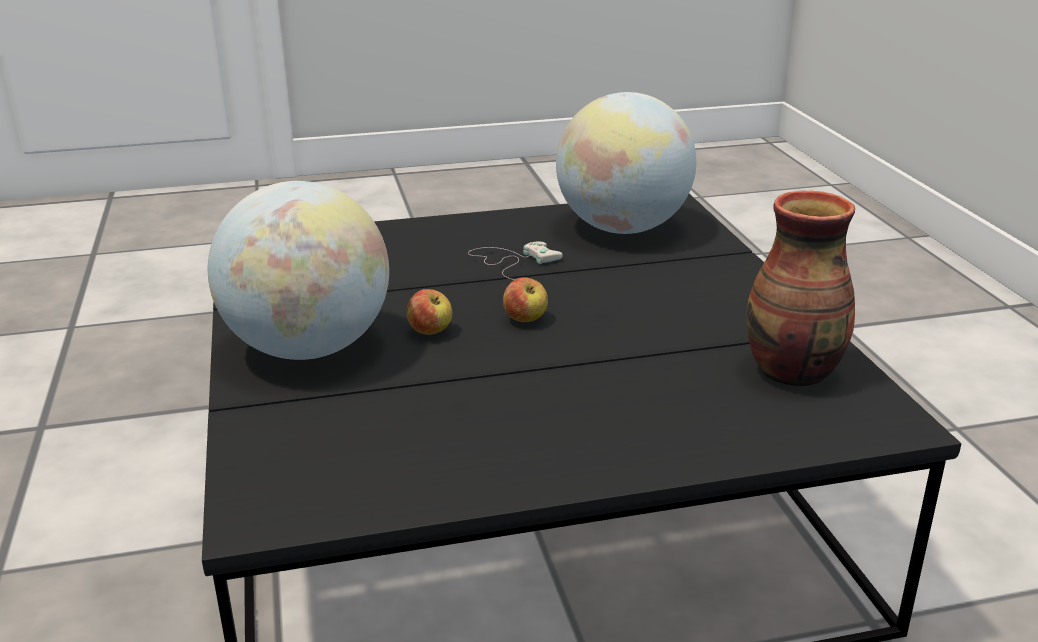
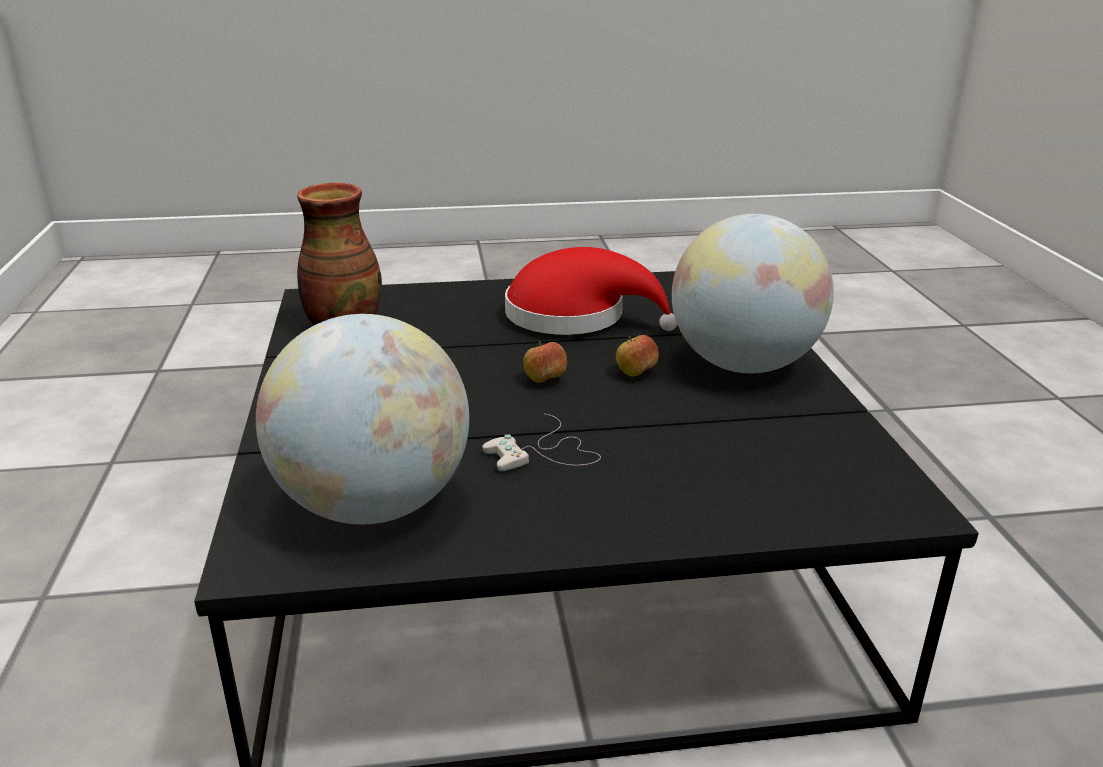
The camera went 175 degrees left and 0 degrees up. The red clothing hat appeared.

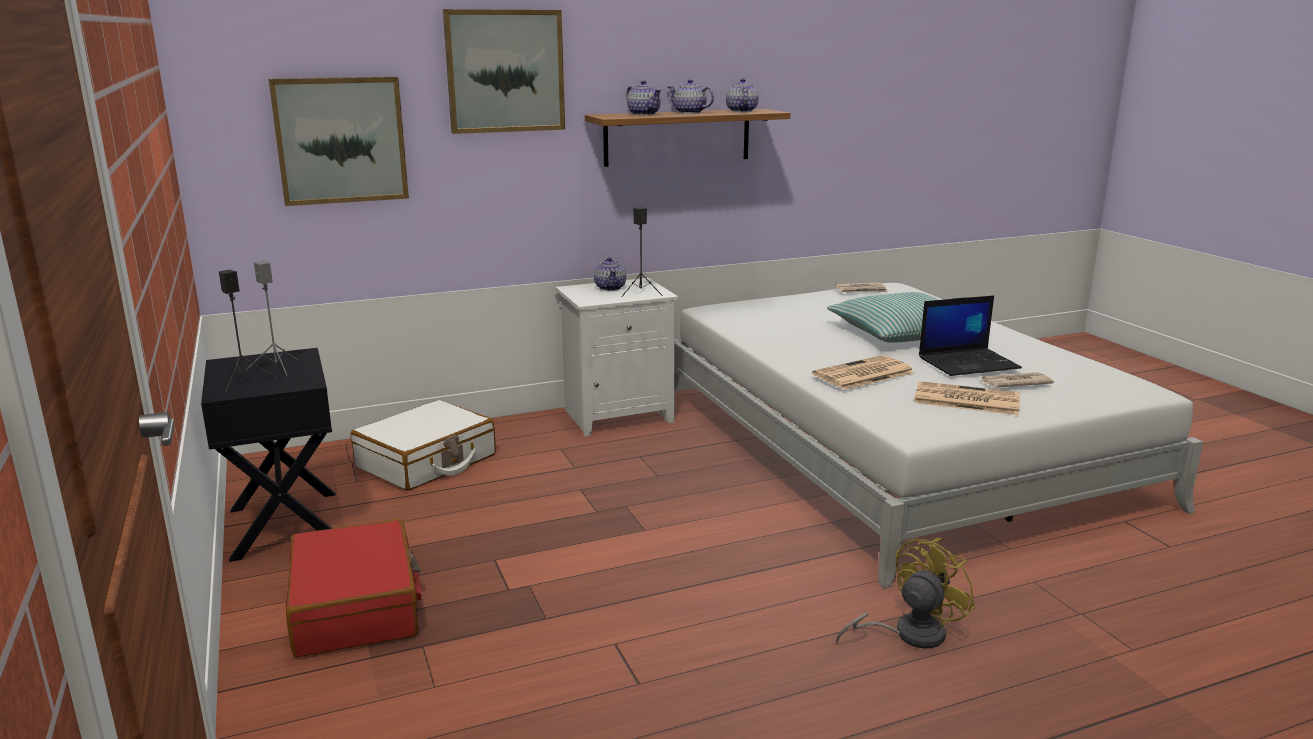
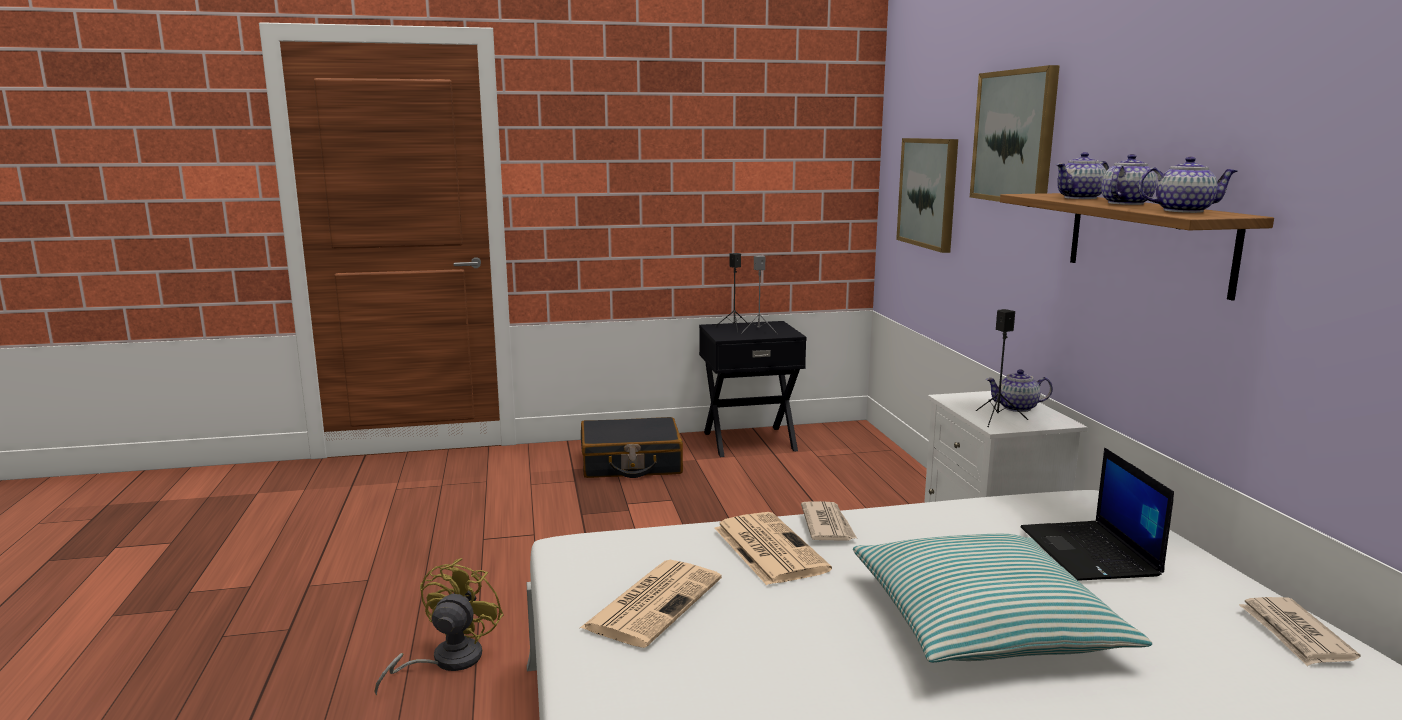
The camera went 100 degrees right and 5 degrees down. The white-coloured piece of luggage disappeared. The laptop moved. The newspaper (no. 4 from left in the first image) moved. The red piece of luggage became the black piece of luggage. The yellowish electric fan turned 135 degrees counterclockwise.

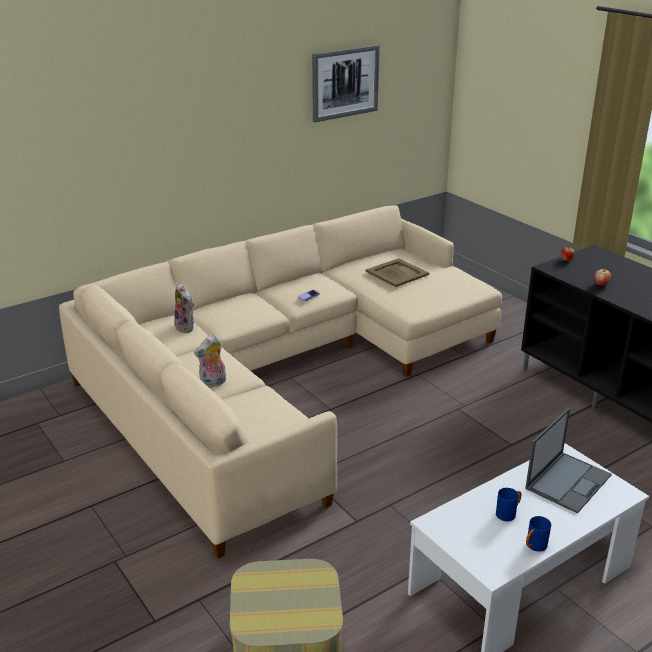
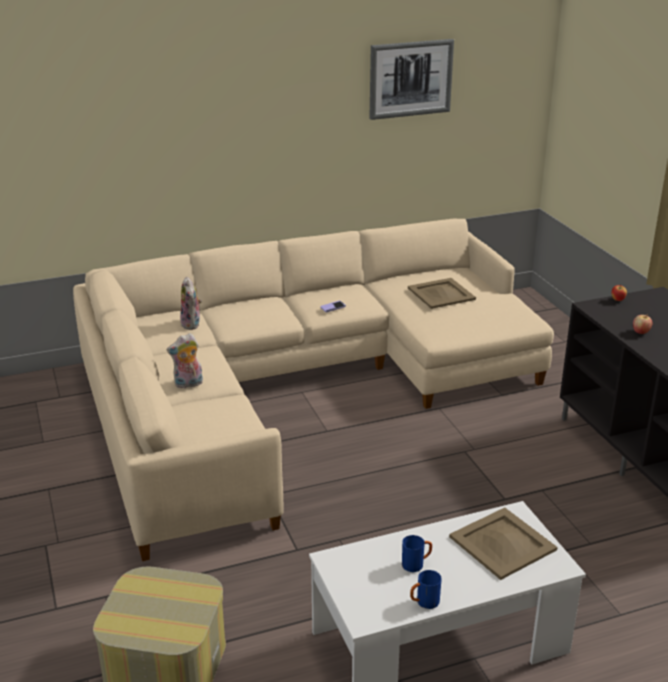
The camera went 15 degrees right and 0 degrees up. The laptop was replaced by the beige-coloured carrying tray (no. 2 from left).

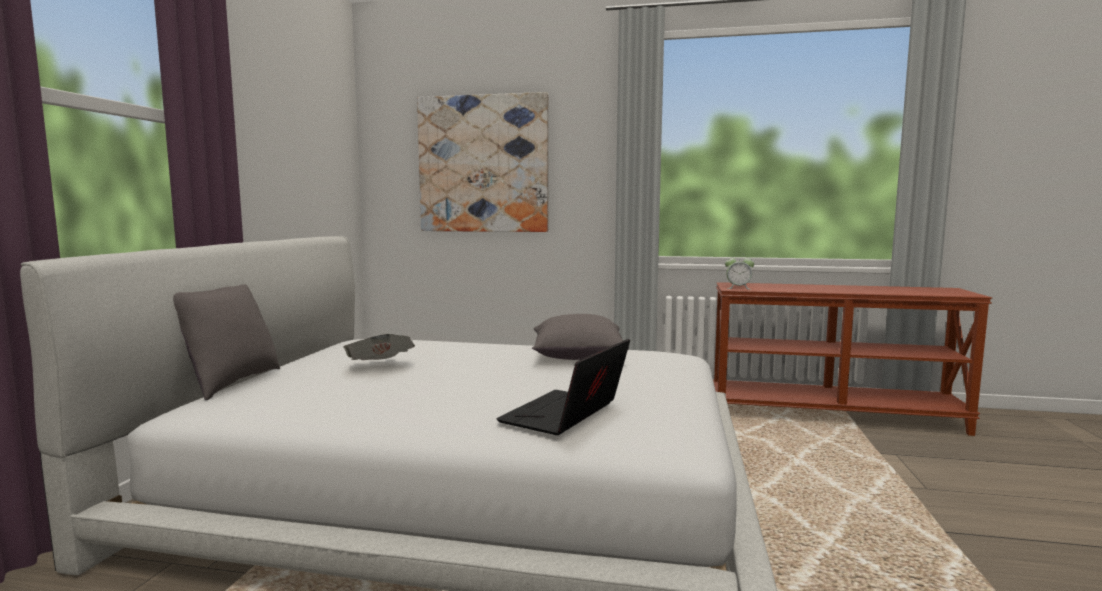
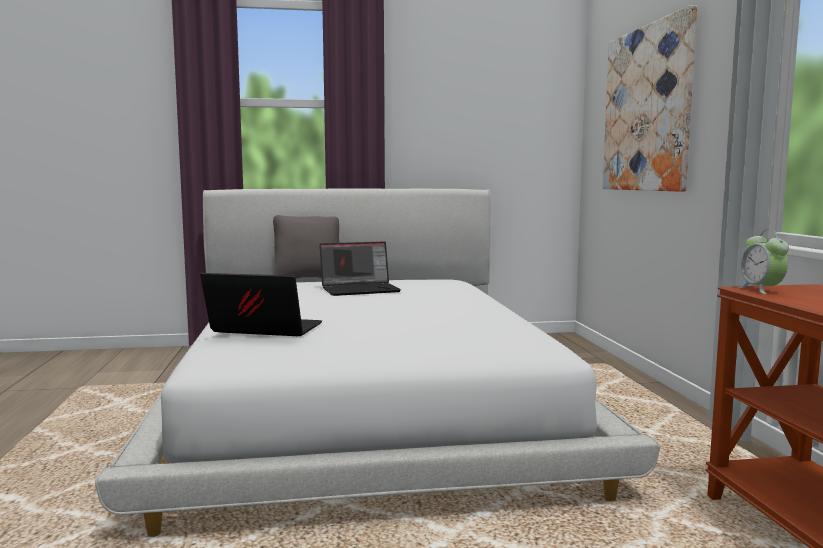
The camera went 70 degrees right and 0 degrees up. The gray cushion (no. 2 from left) disappeared. The newspaper was replaced by the laptop (no. 2 from left).

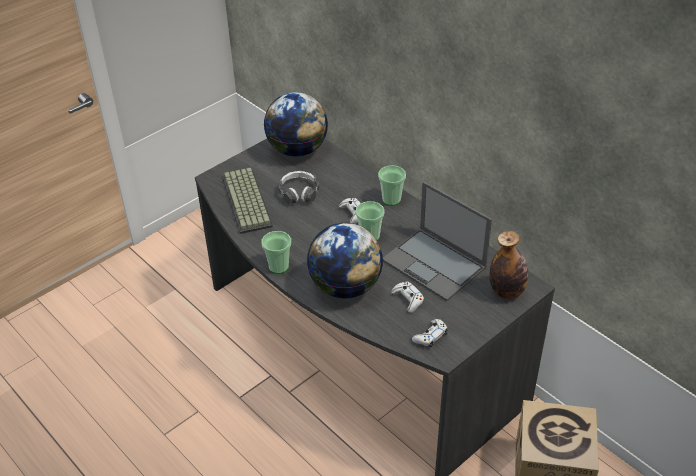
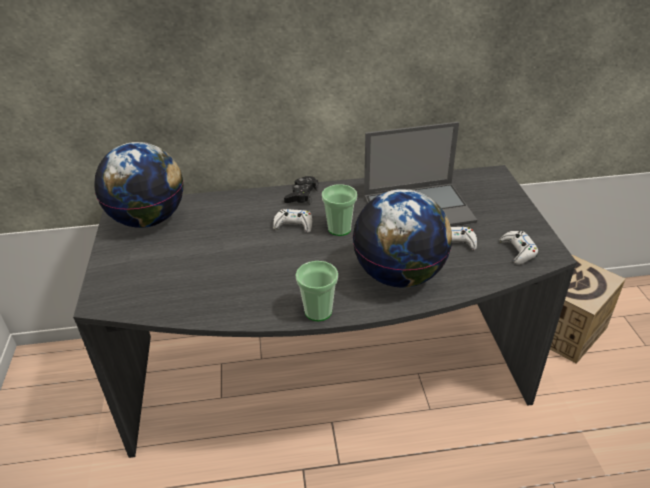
The camera went 55 degrees left and 5 degrees down. The keyboard disappeared. The headphones disappeared. The beverage bottle disappeared. The small cup (no. 3 from left) was replaced by the black joypad.

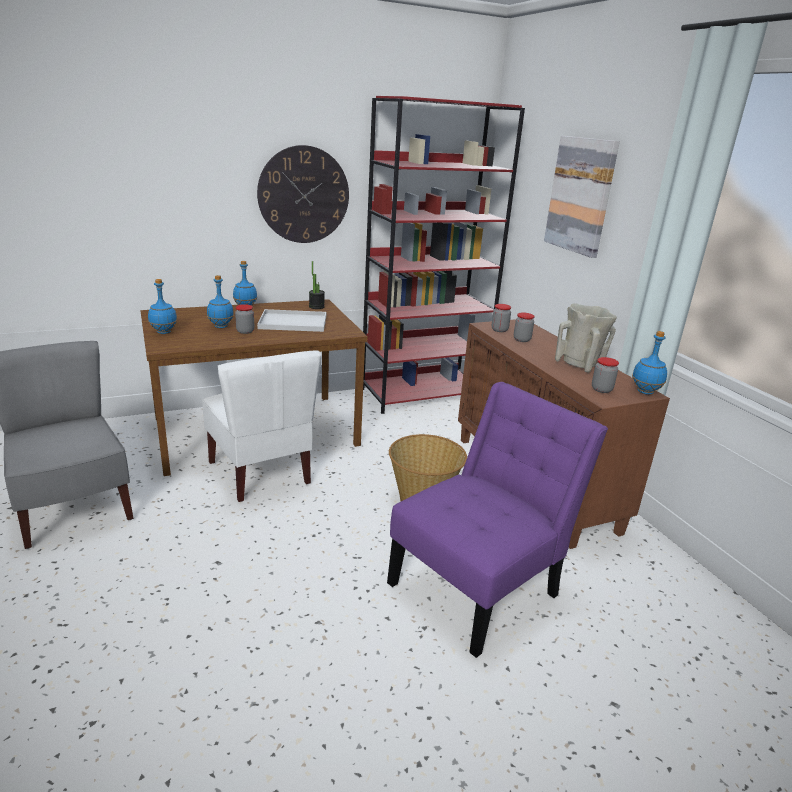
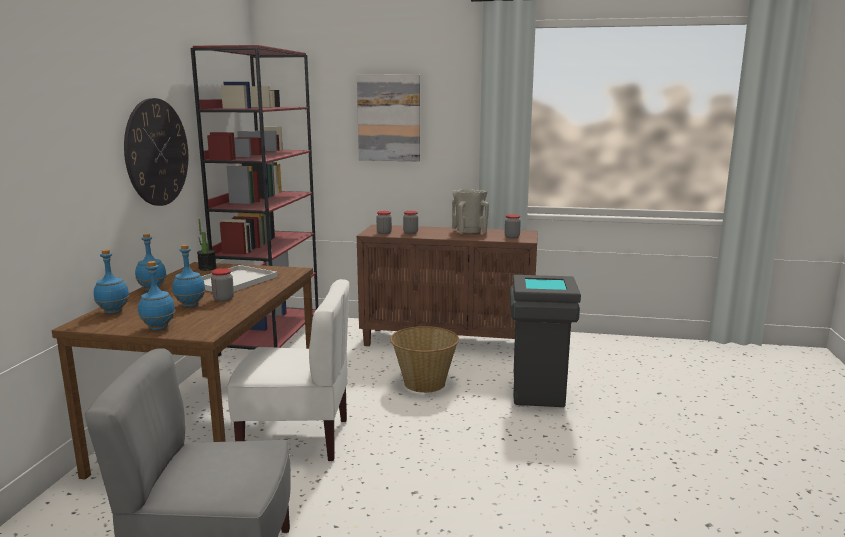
The camera went 55 degrees left and 10 degrees down. The blue-coloured beverage bottle (no. 4 from left in the first image) moved. The purple-coloured chair was replaced by the gray waste bin.

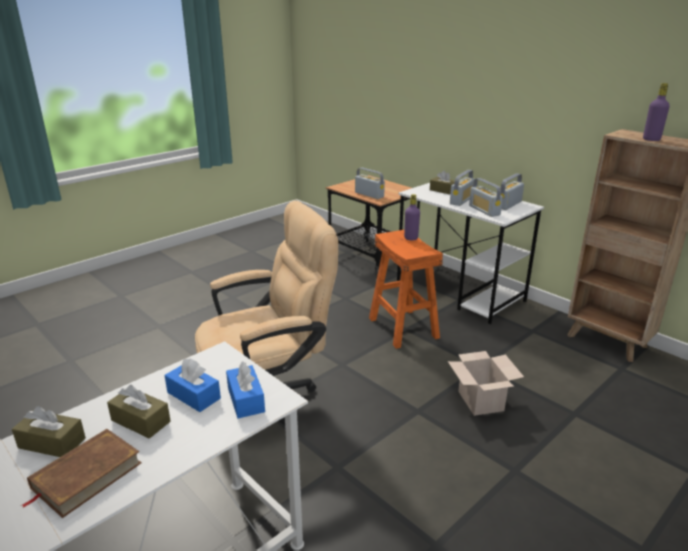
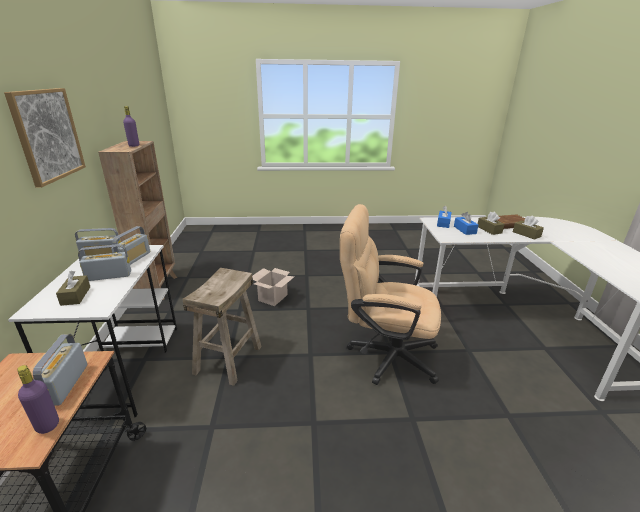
The camera went 140 degrees left and 0 degrees up. The wall picture appeared. The purple-coloured beverage bottle (no. 1 from left) moved. The orange sitting stool became the beige-coloured sitting stool.

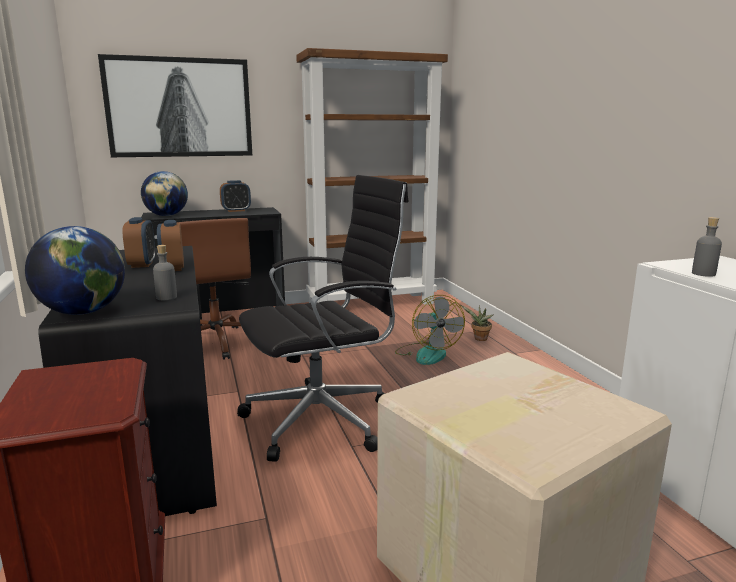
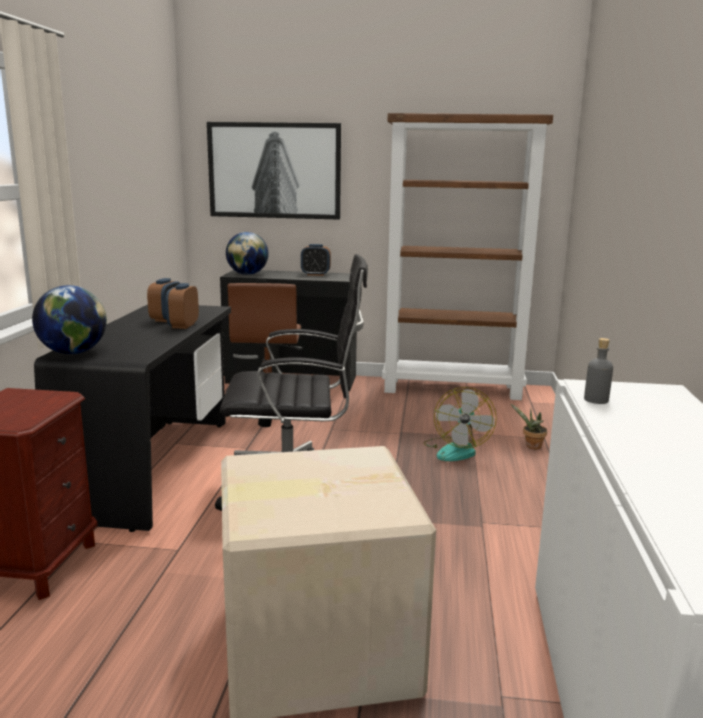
The camera went 25 degrees right and 0 degrees up. The gray beverage bottle (no. 1 from left) disappeared.

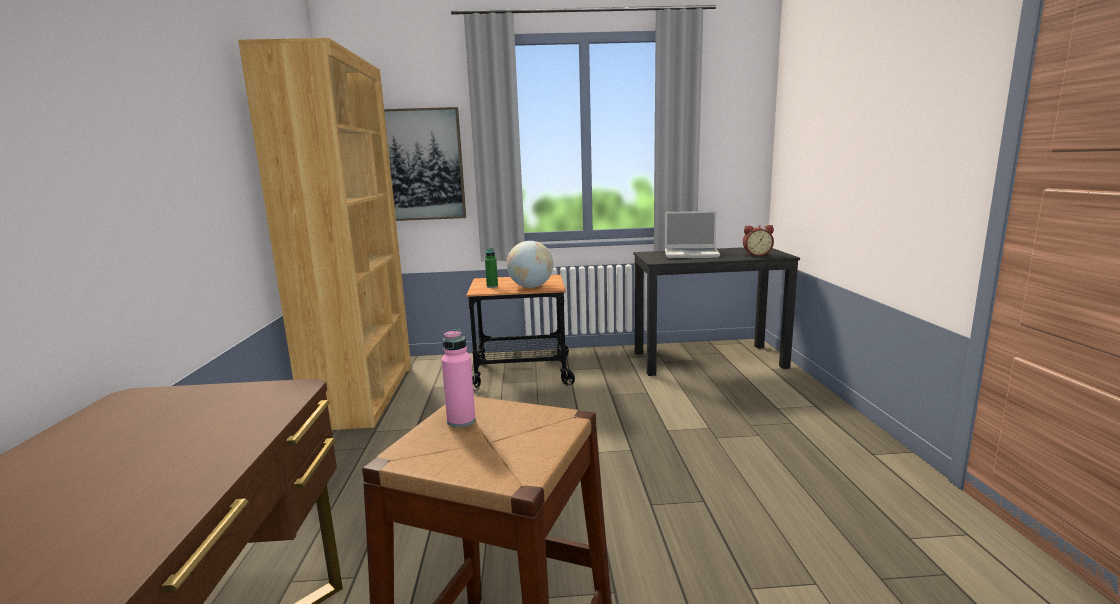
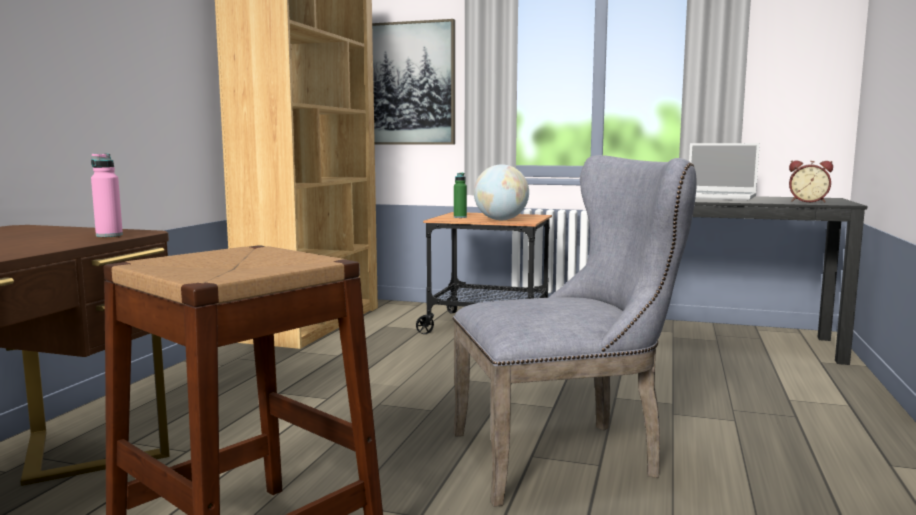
The camera went 20 degrees right and 5 degrees down. The gray chair appeared. The pink-coloured beverage bottle moved.

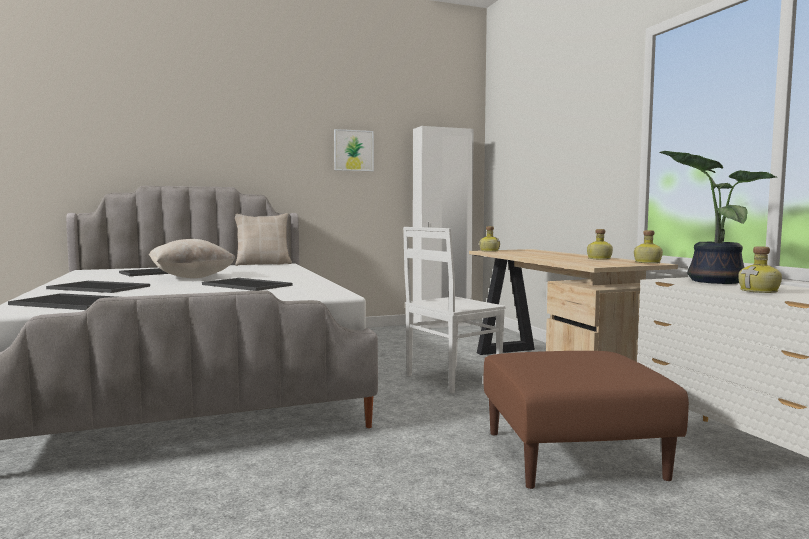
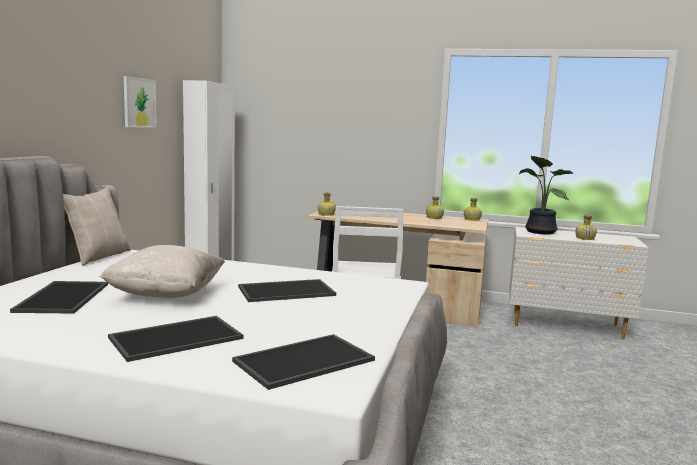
The camera went 55 degrees left and 5 degrees up. The brownish footrest disappeared.

